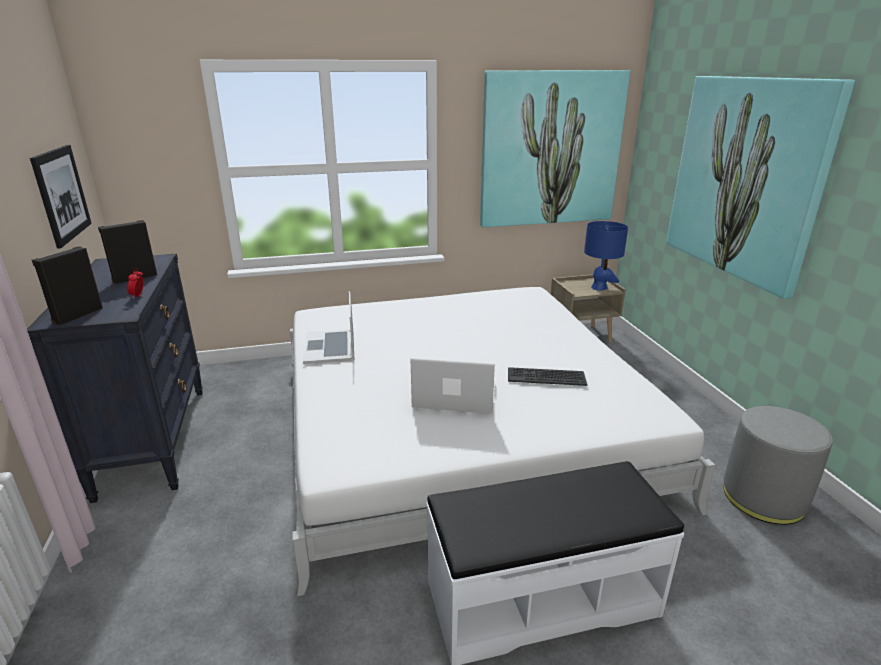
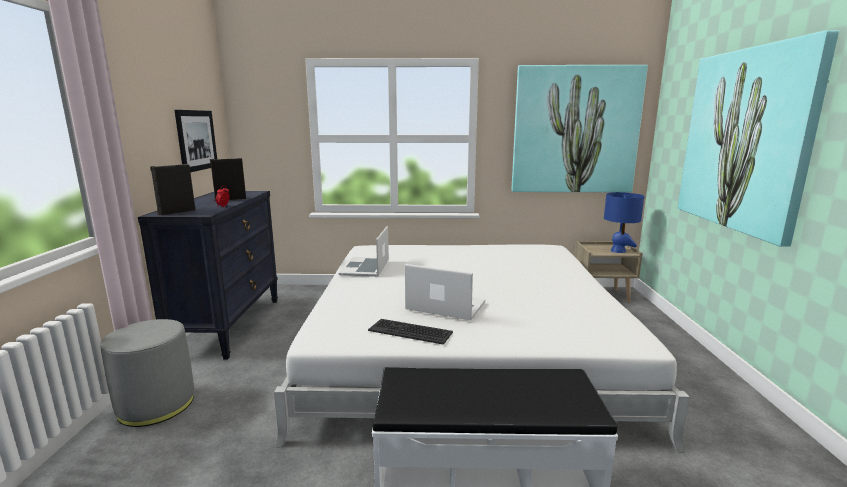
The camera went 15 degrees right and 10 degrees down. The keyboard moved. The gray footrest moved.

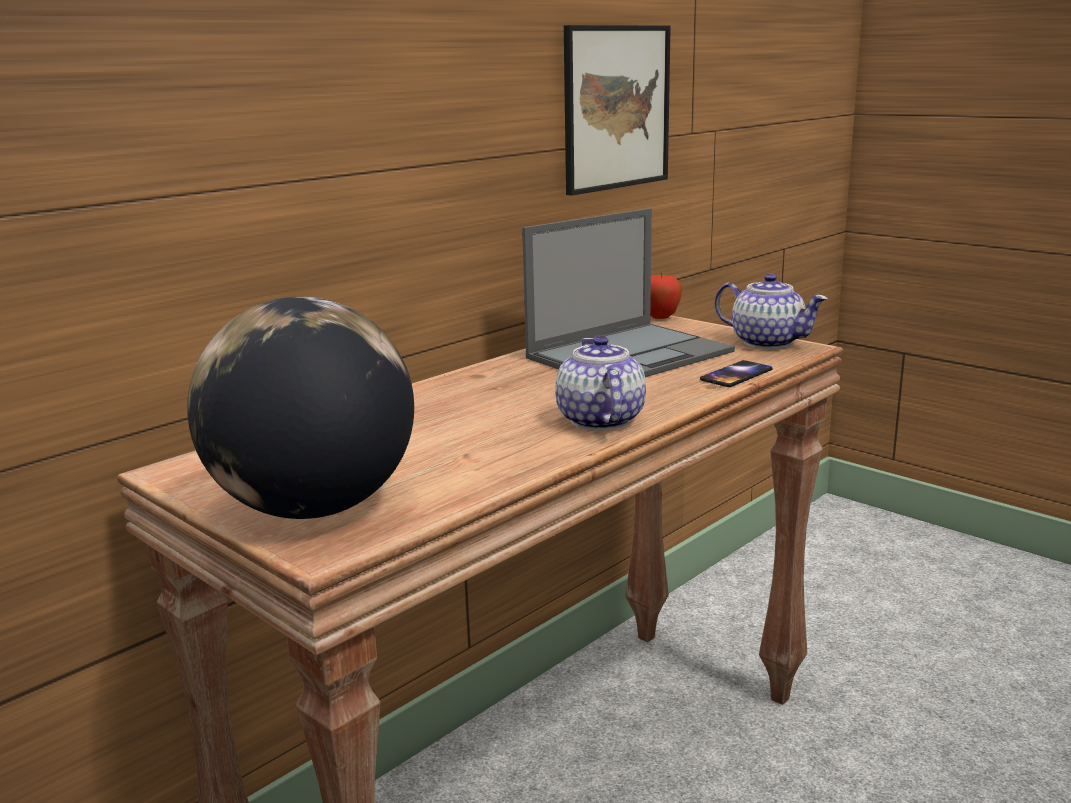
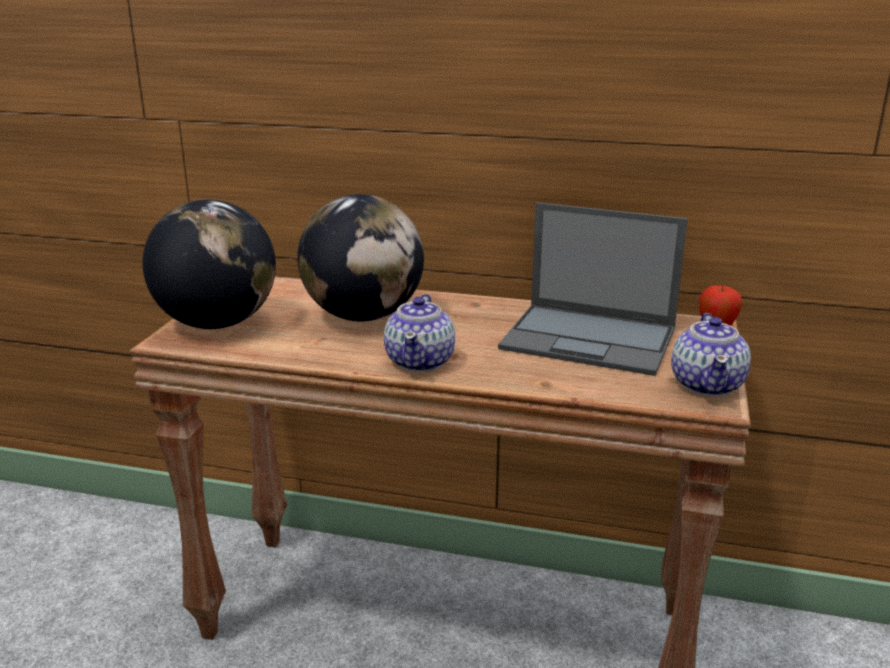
The camera went 60 degrees right and 5 degrees up. The wall picture disappeared. The phone disappeared. The globe (no. 2 from left) appeared. The teapot (no. 1 from left) turned 135 degrees clockwise.

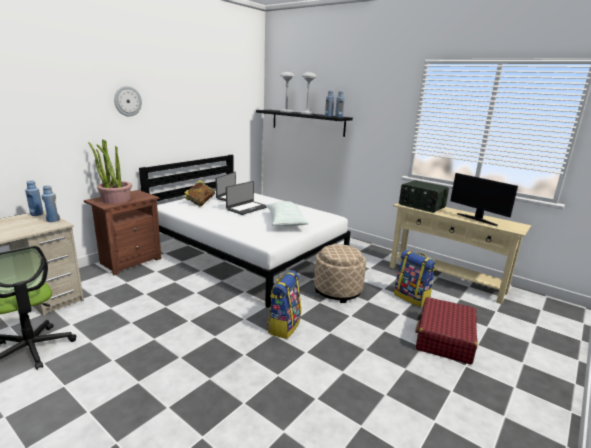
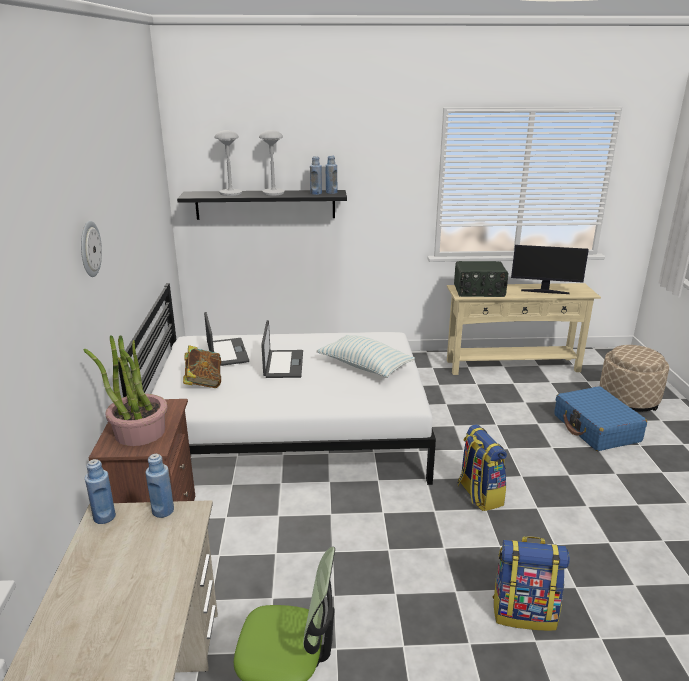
The camera went 40 degrees left and 5 degrees up. The beige-coloured footrest moved. The knapsack (no. 2 from left) moved. The red piece of luggage became the blue-coloured piece of luggage.

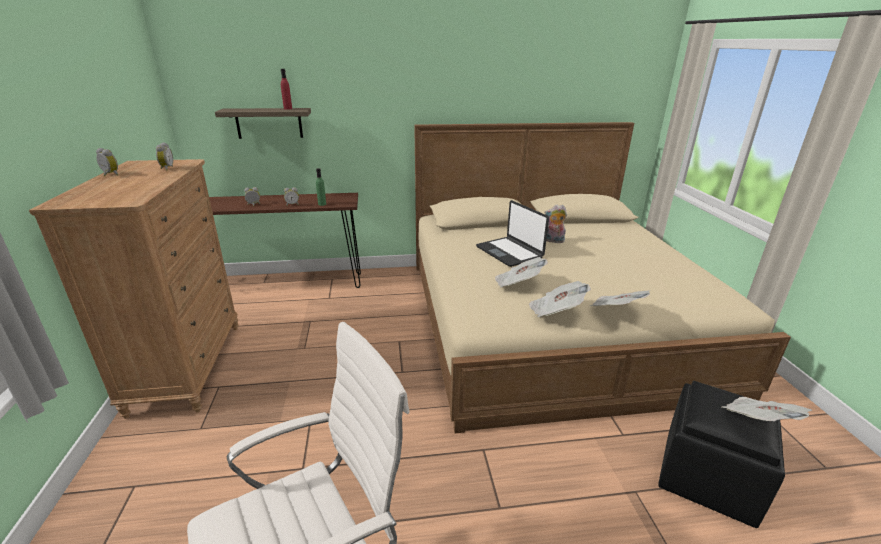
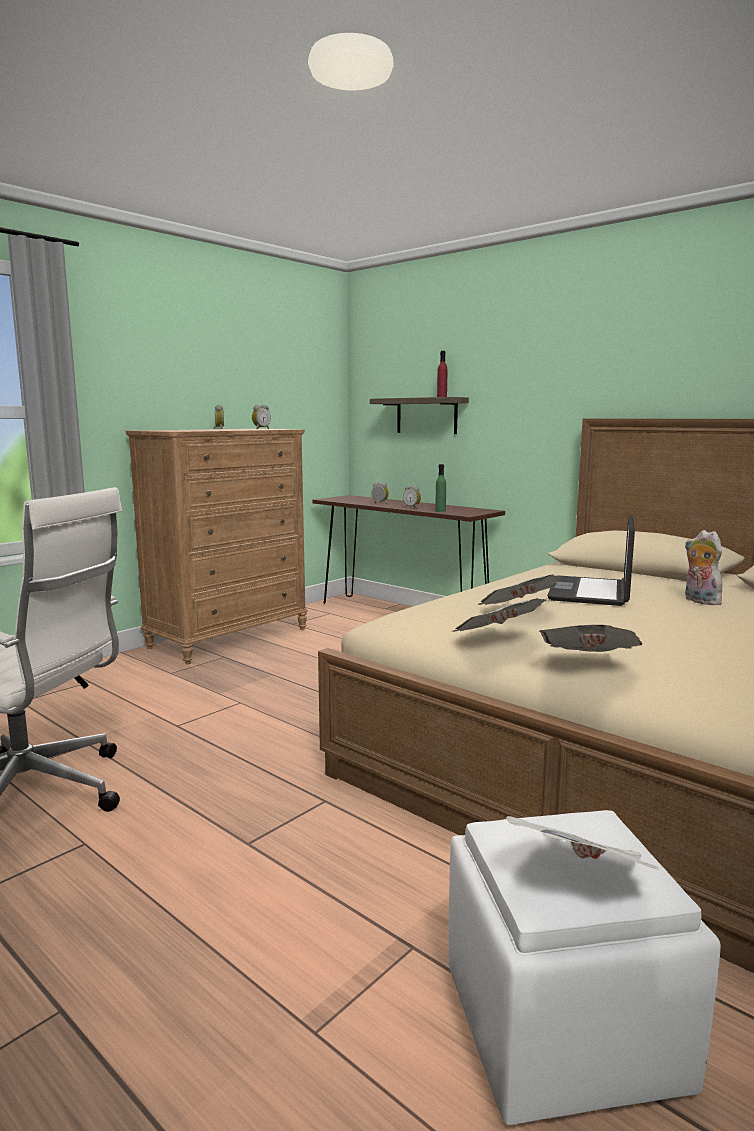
The camera went 50 degrees right and 15 degrees down. The black footrest became the white-coloured footrest.

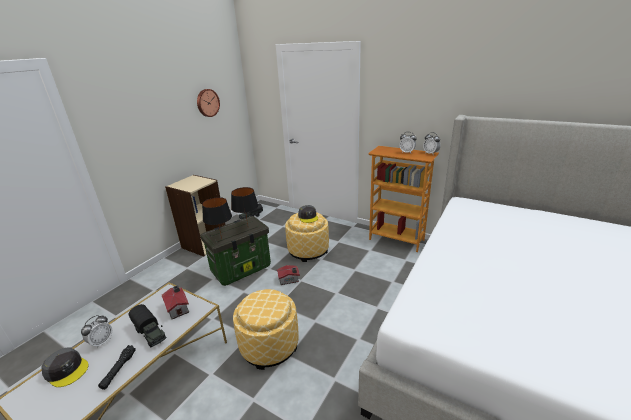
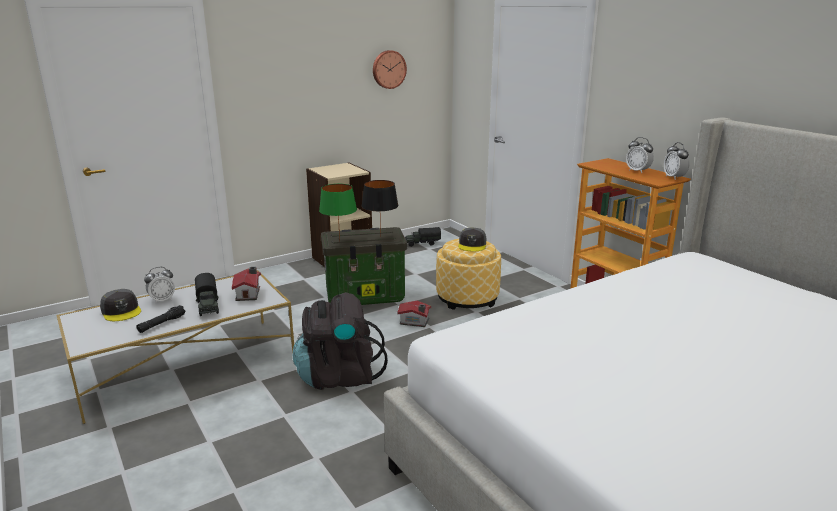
The camera went 25 degrees right and 5 degrees down. The footrest (no. 1 from left) was replaced by the black knapsack. The black tabletop lamp (no. 1 from left) became the green tabletop lamp.

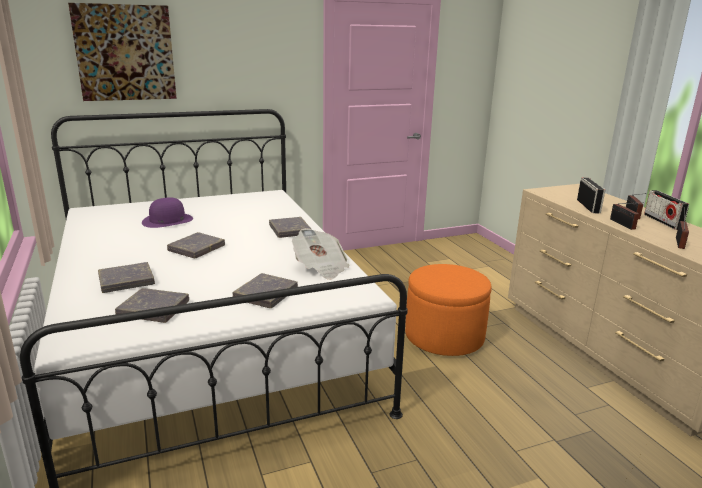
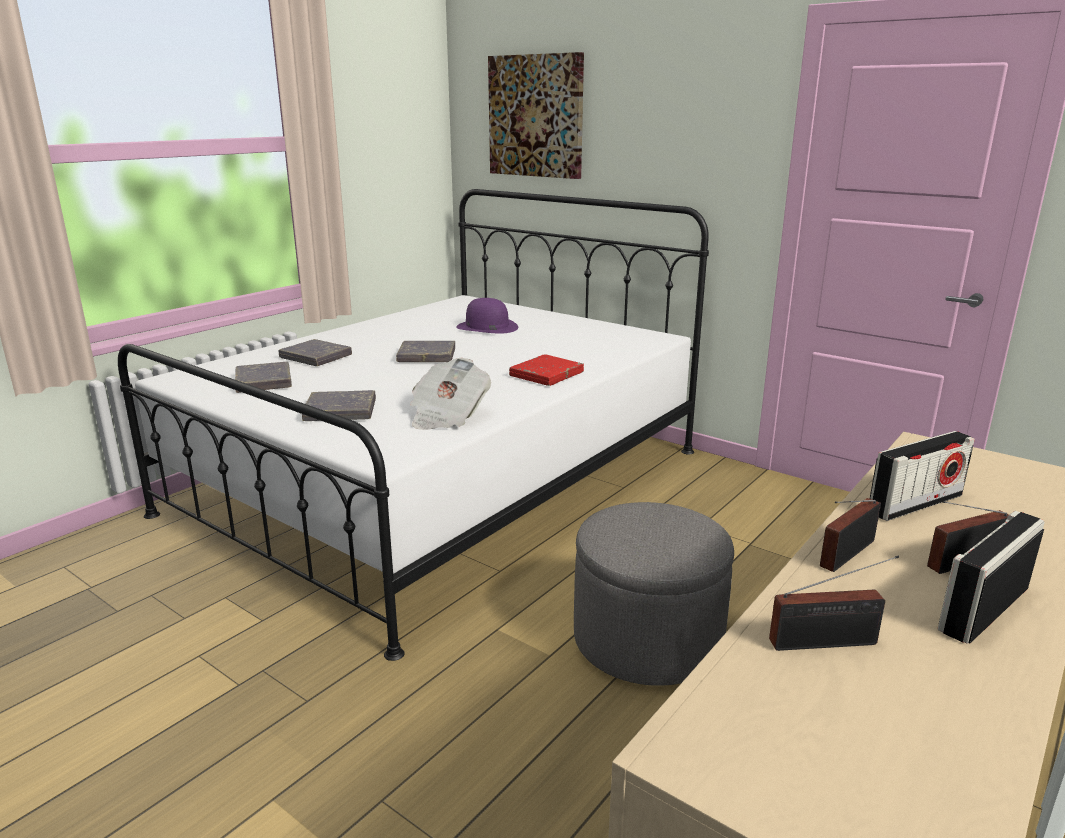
The camera went 60 degrees right and 0 degrees up. The gray volume (no. 5 from left) became the red volume. The orange footrest became the gray footrest.

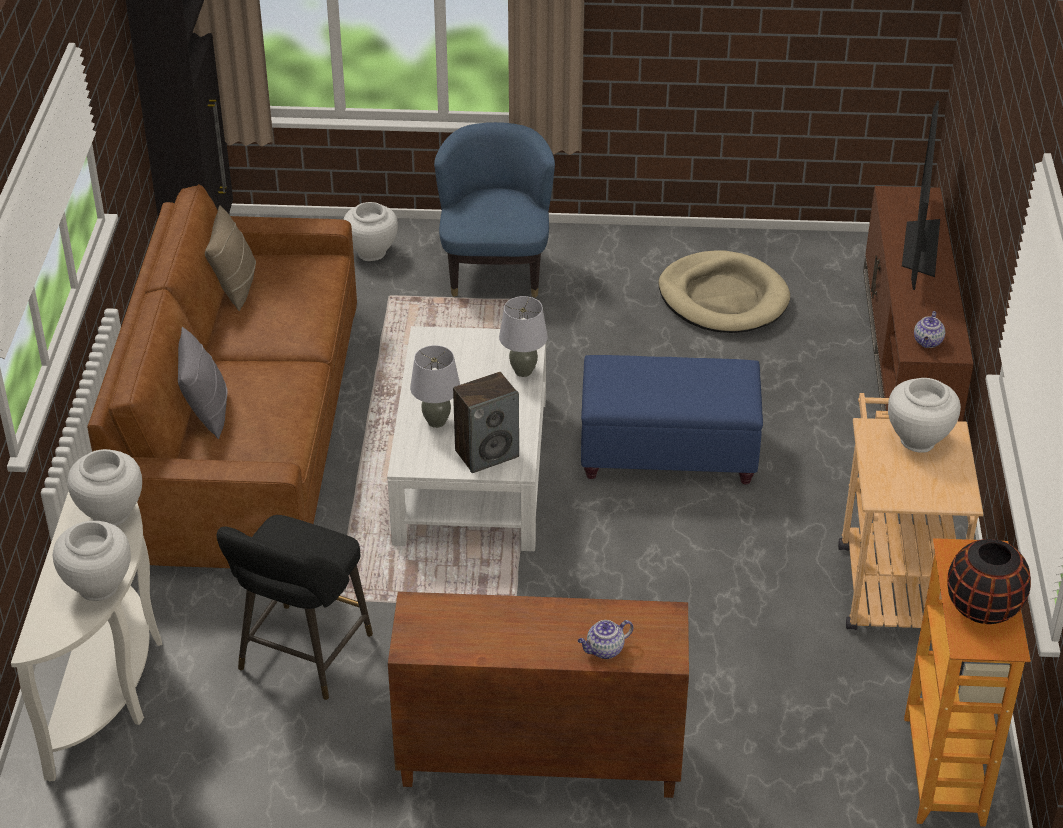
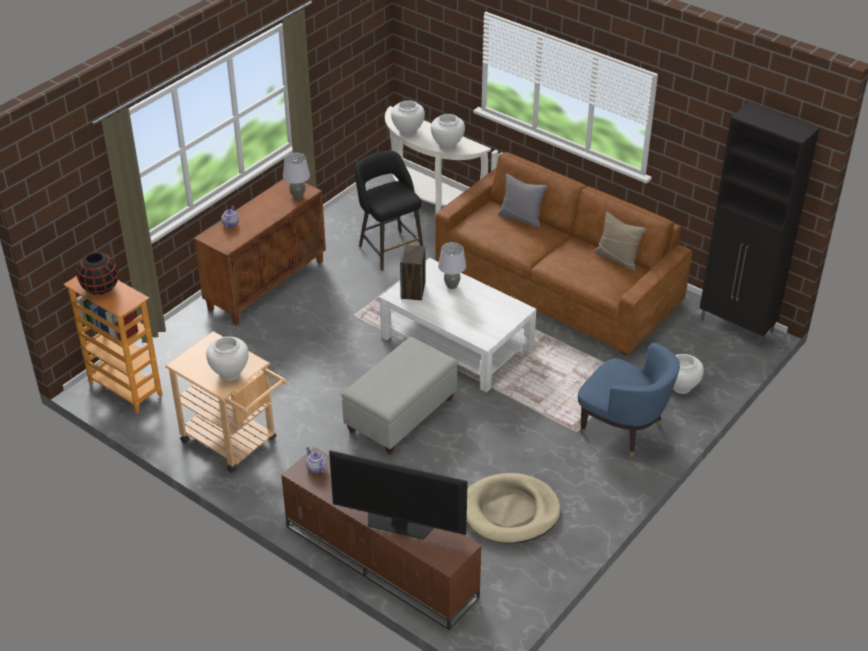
The camera went 125 degrees right and 0 degrees up. The gray tabletop lamp (no. 2 from left in the first image) moved. The blue-coloured footrest became the gray footrest. The TV turned 150 degrees clockwise.

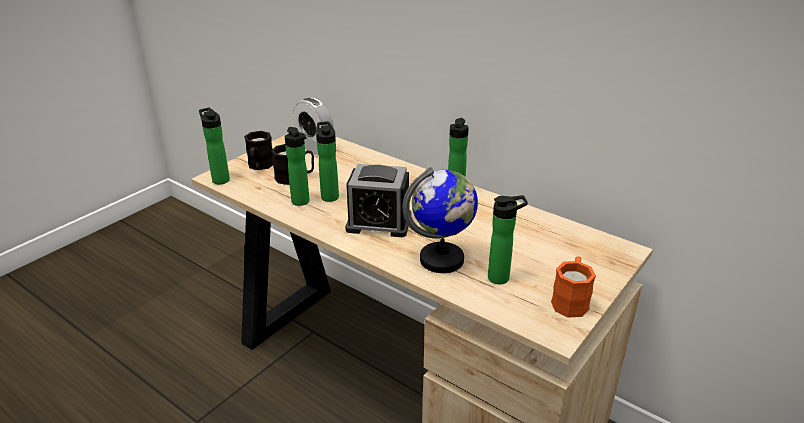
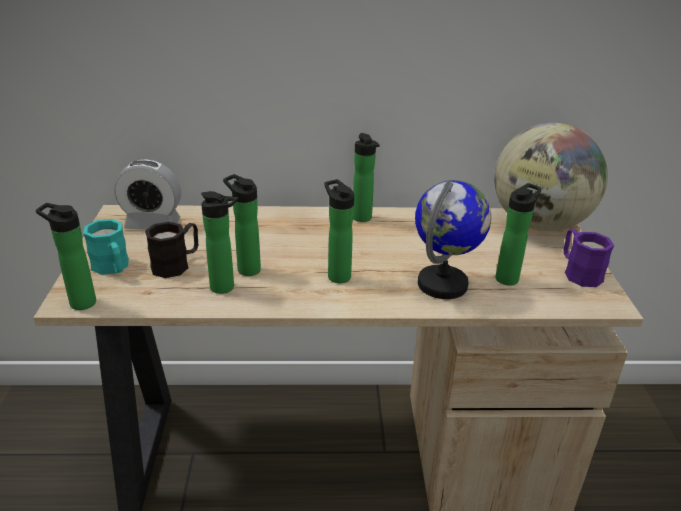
The camera went 40 degrees left and 0 degrees up. The globe (no. 2 from left) appeared. The alarm clock (no. 2 from left) was replaced by the beverage bottle (no. 4 from left). The black coffee mug (no. 1 from left) became the turquoise-coloured coffee mug. The orange coffee mug became the purple-coloured coffee mug.

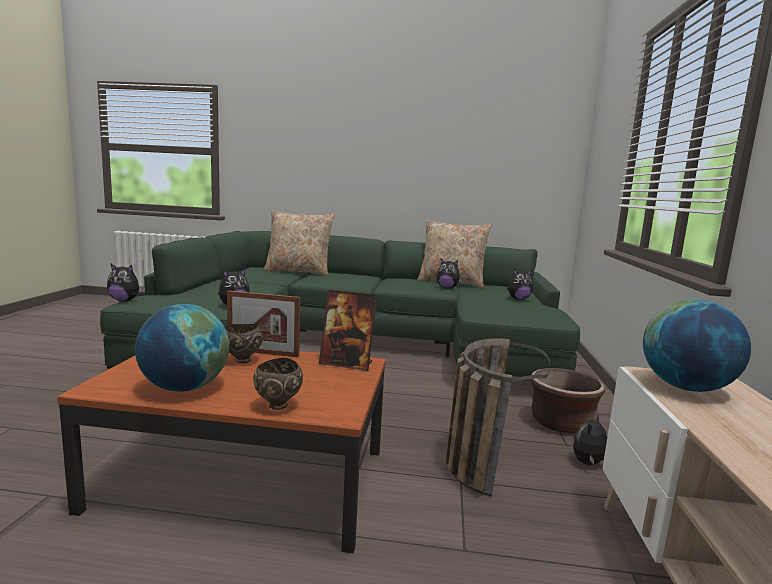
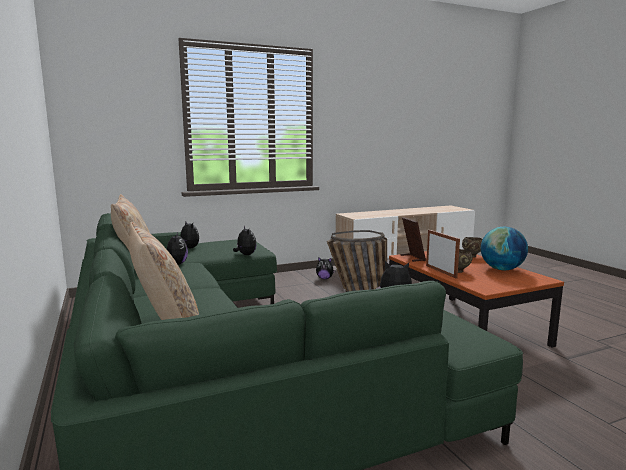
The camera went 120 degrees left and 0 degrees up. The brownish planter disappeared. The globe (no. 2 from left) disappeared. The cuddly toy (no. 1 from left in the first image) moved.

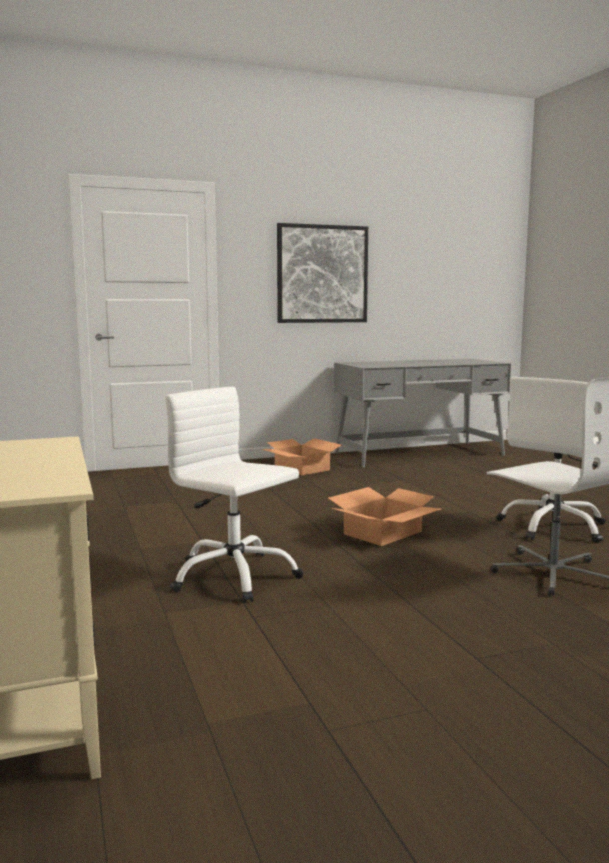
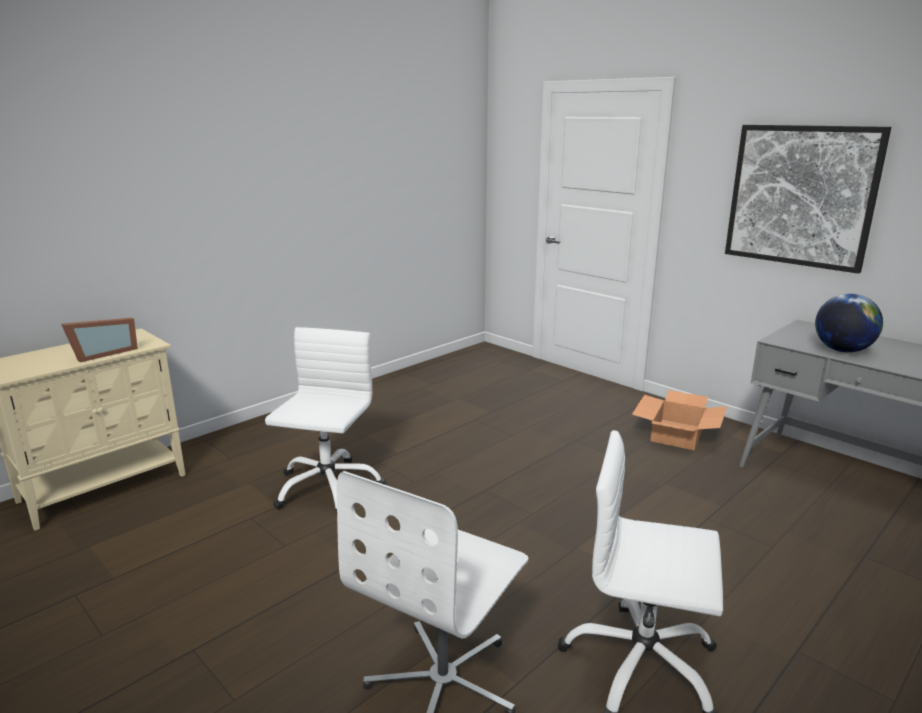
The camera went 65 degrees right and 10 degrees up. The cardboard box (no. 2 from left) disappeared. The picture frame appeared. The globe appeared.

